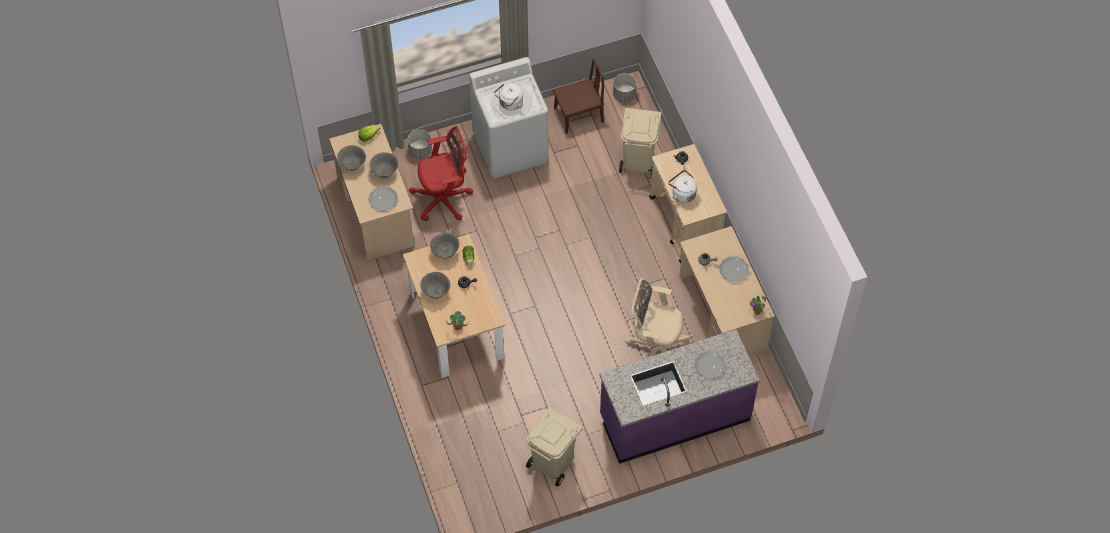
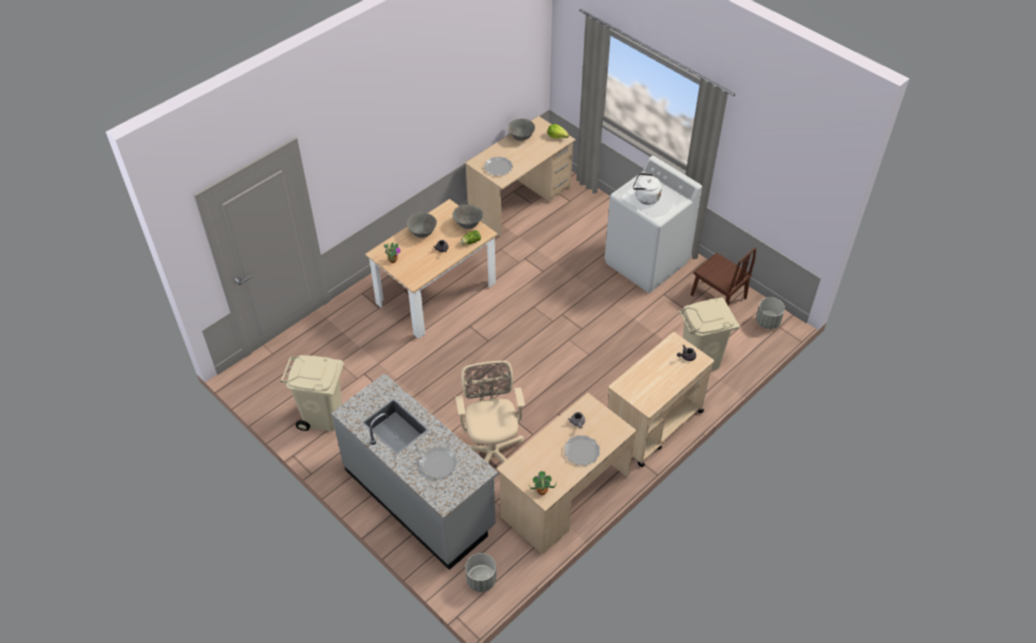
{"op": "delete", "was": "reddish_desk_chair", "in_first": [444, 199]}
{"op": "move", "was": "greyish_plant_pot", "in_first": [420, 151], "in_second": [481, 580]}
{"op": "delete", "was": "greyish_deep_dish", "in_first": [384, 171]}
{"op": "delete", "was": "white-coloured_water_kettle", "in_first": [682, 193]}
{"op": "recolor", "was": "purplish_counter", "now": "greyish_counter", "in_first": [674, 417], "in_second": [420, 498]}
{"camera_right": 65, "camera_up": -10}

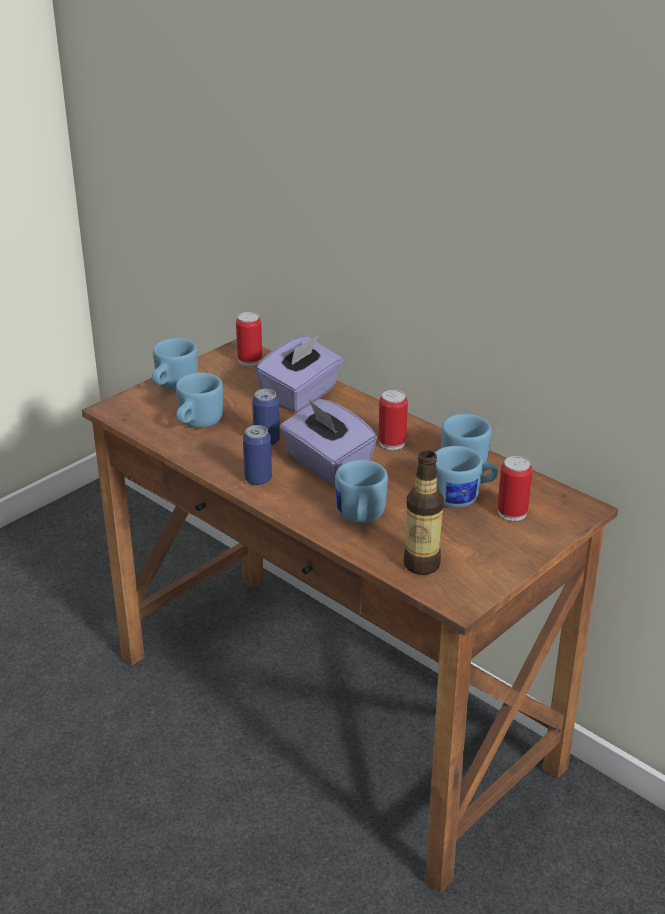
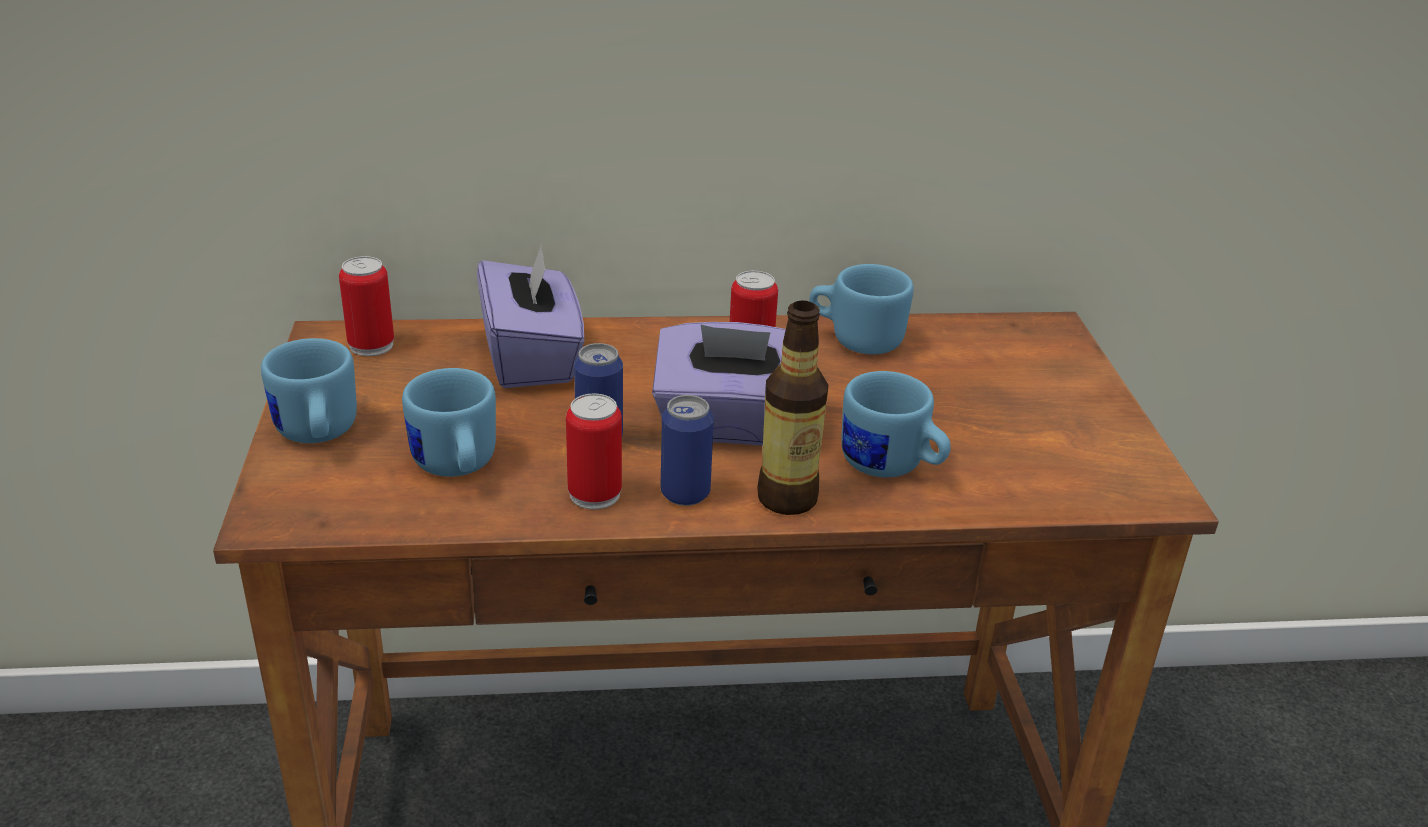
{"op": "delete", "was": "blue-coloured_coffee_mug", "in_first": [463, 498]}
{"op": "move", "was": "beverage_bottle", "in_first": [422, 565], "in_second": [787, 498]}
{"op": "move", "was": "metal_can", "in_first": [512, 512], "in_second": [594, 494]}
{"camera_right": -50, "camera_up": 0}

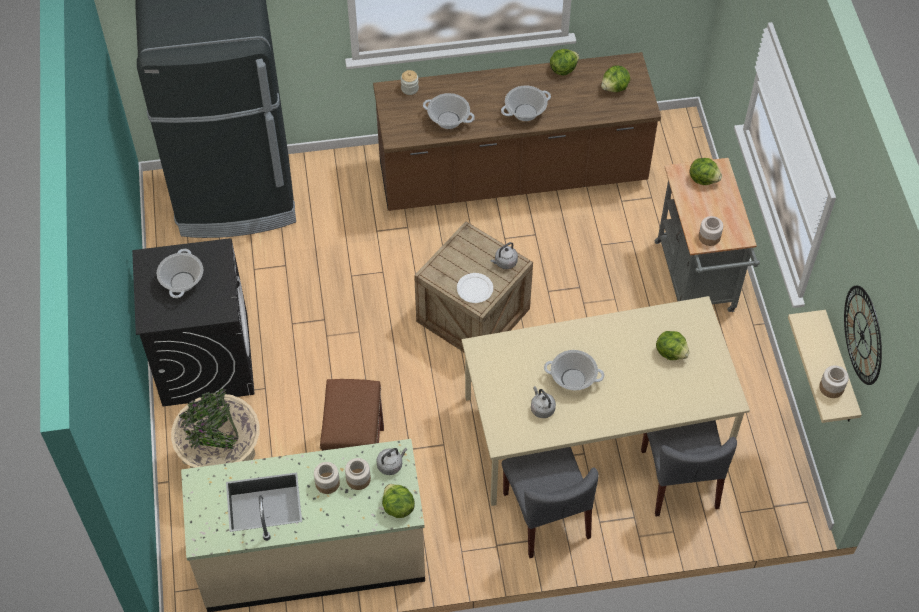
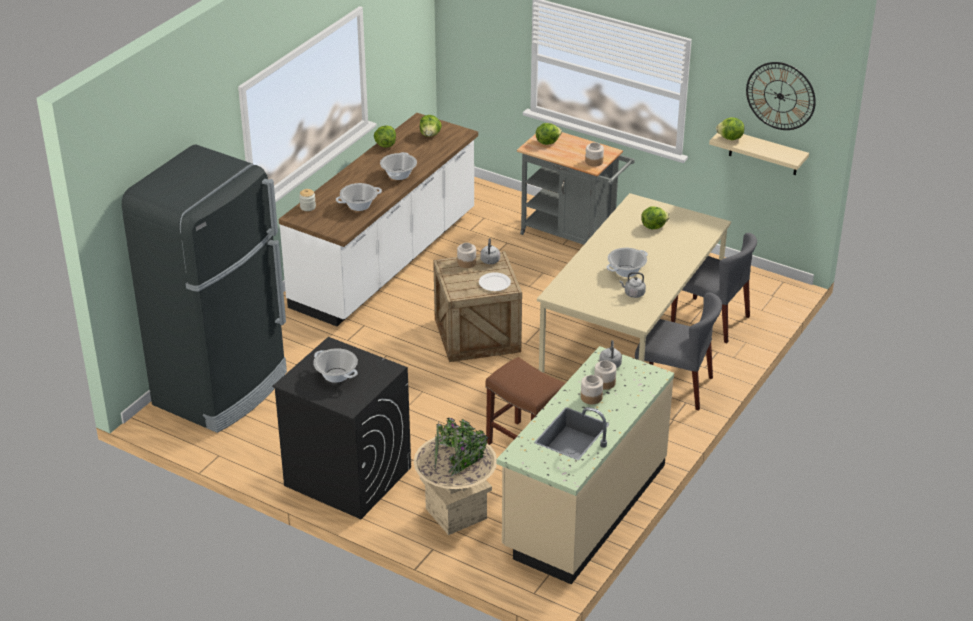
{"op": "recolor", "was": "brown-coloured_counter", "now": "white-coloured_counter", "in_first": [512, 175], "in_second": [386, 260]}
{"op": "move", "was": "jar", "in_first": [831, 387], "in_second": [466, 262]}
{"op": "move", "was": "head_of_lettuce", "in_first": [397, 507], "in_second": [730, 138]}
{"camera_right": -50, "camera_up": -20}

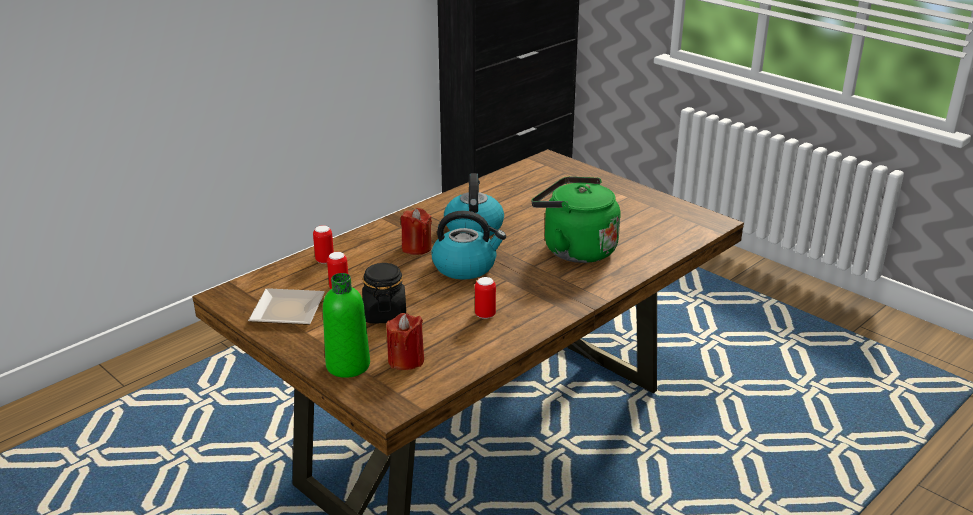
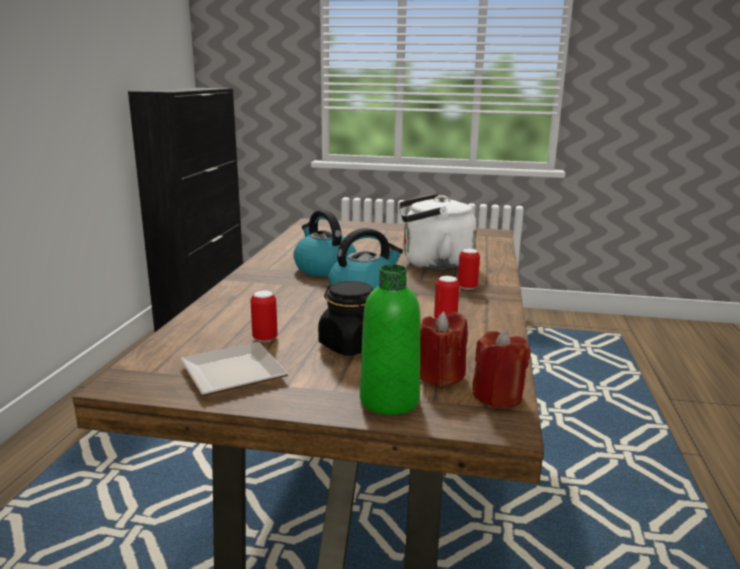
{"op": "recolor", "was": "green-coloured_water_kettle", "now": "white-coloured_water_kettle", "in_first": [575, 249], "in_second": [432, 264]}
{"op": "move", "was": "reddish_wax_candle", "in_first": [416, 248], "in_second": [497, 396]}
{"op": "move", "was": "metal_can", "in_first": [325, 260], "in_second": [467, 287]}
{"camera_right": -35, "camera_up": -10}

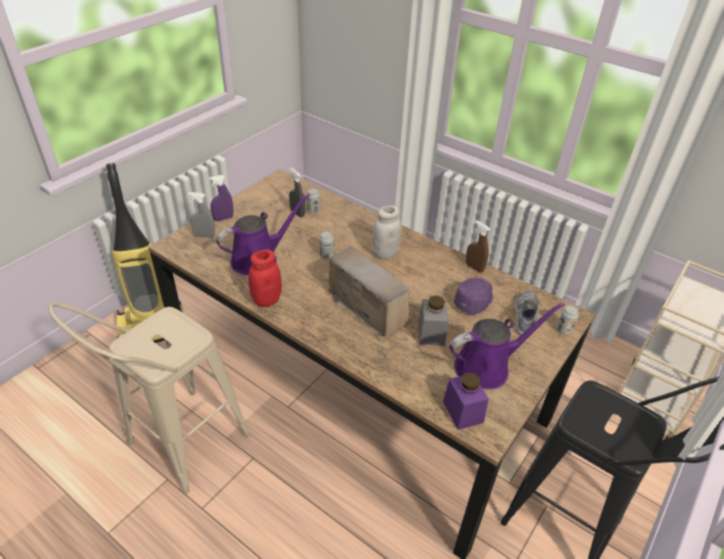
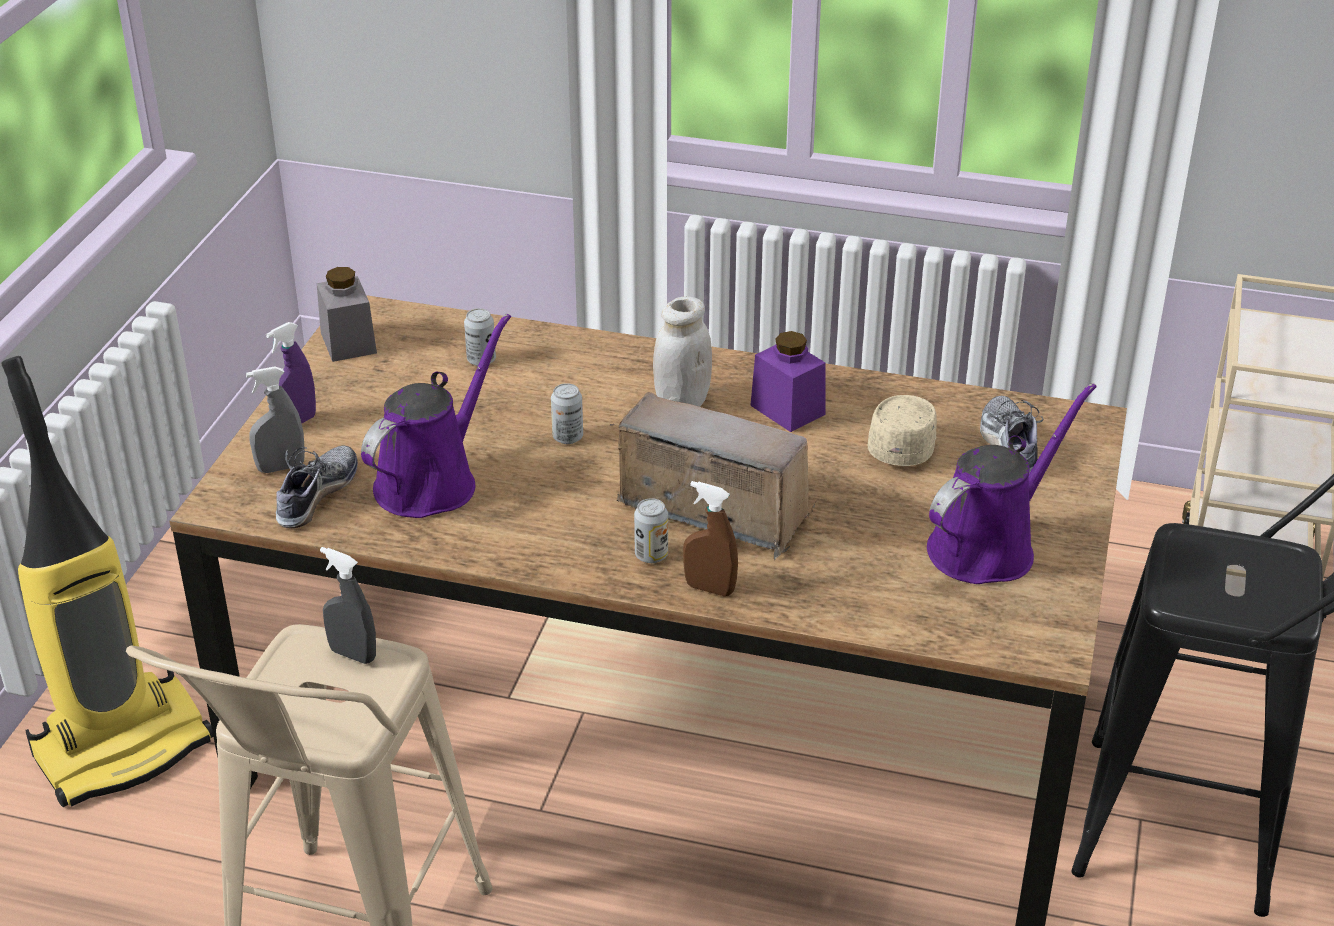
{"op": "move", "was": "greyish_spray_bottle", "in_first": [297, 213], "in_second": [353, 654]}
{"op": "move", "was": "brown-coloured_spray_bottle", "in_first": [474, 267], "in_second": [709, 588]}
{"op": "delete", "was": "reddish_jar", "in_first": [266, 300]}
{"op": "recolor", "was": "purplish_peaked_cap", "now": "beige_peaked_cap", "in_first": [474, 301], "in_second": [903, 444]}
{"op": "move", "was": "greyish_jar", "in_first": [431, 333], "in_second": [348, 342]}
{"op": "move", "was": "metal_can", "in_first": [564, 330], "in_second": [651, 555]}
{"op": "move", "was": "purplish_jar", "in_first": [463, 411], "in_second": [787, 410]}
{"op": "insert", "now": "item_of_footwear", "in_second": [316, 495]}
{"camera_right": -20, "camera_up": -5}

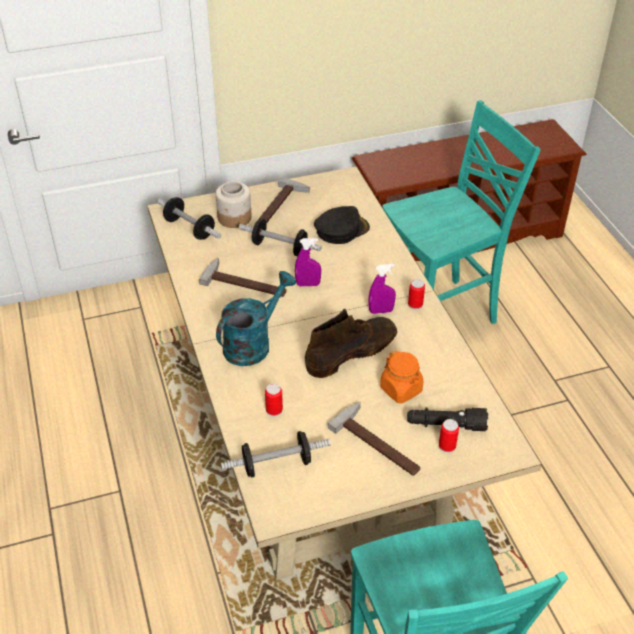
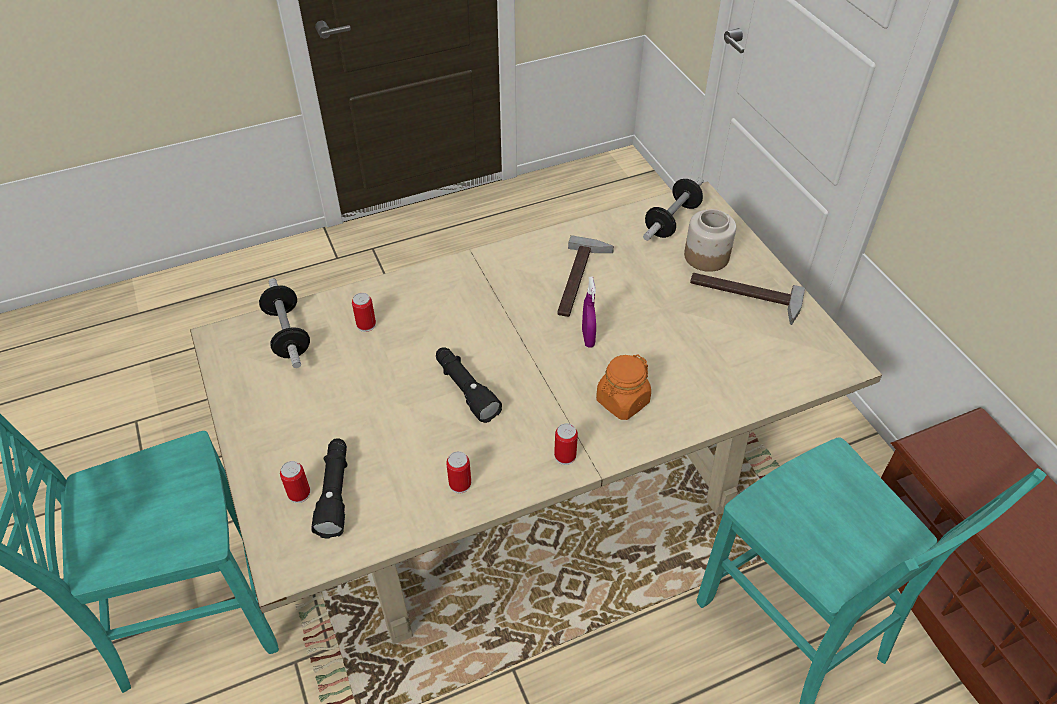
{"op": "delete", "was": "black_peaked_cap", "in_first": [341, 229]}
{"op": "delete", "was": "hand_weight", "in_first": [279, 247]}
{"op": "delete", "was": "purplish_spray_bottle", "in_first": [381, 311]}
{"op": "delete", "was": "blue-green_sprinkling_can", "in_first": [253, 343]}
{"op": "replace", "was": "brown-coloured_high-top_boot", "now": "black_flashlight", "in_first": [352, 351], "in_second": [465, 389]}
{"op": "move", "was": "orange-coloured_jar", "in_first": [401, 389], "in_second": [622, 401]}
{"op": "delete", "was": "hammer", "in_first": [380, 443]}
{"op": "insert", "now": "metal_can", "in_second": [460, 484]}
{"camera_right": 85, "camera_up": 5}

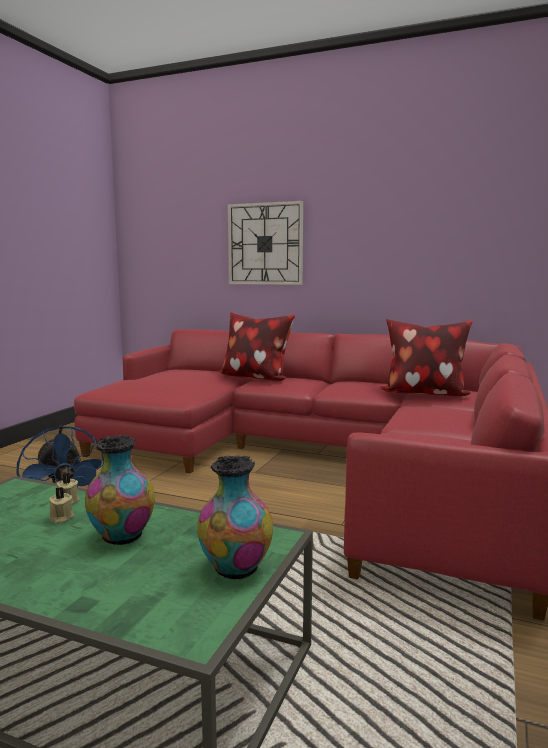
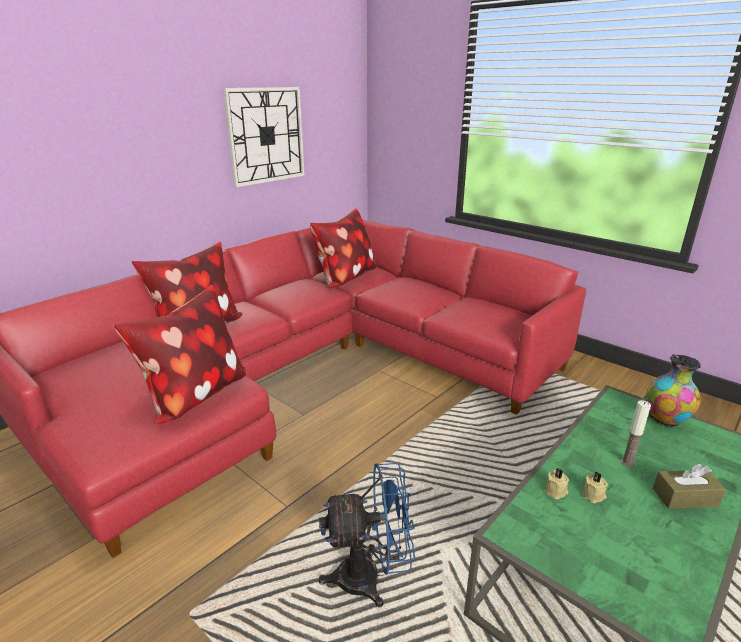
{"op": "move", "was": "clock_on_the_wall", "in_first": [265, 244], "in_second": [266, 135]}
{"op": "replace", "was": "vase", "now": "wax_candle", "in_first": [122, 537], "in_second": [627, 462]}
{"op": "insert", "now": "cushion", "in_second": [194, 395]}
{"op": "insert", "now": "brown-coloured_tissue_holder", "in_second": [685, 497]}
{"camera_right": -70, "camera_up": 15}

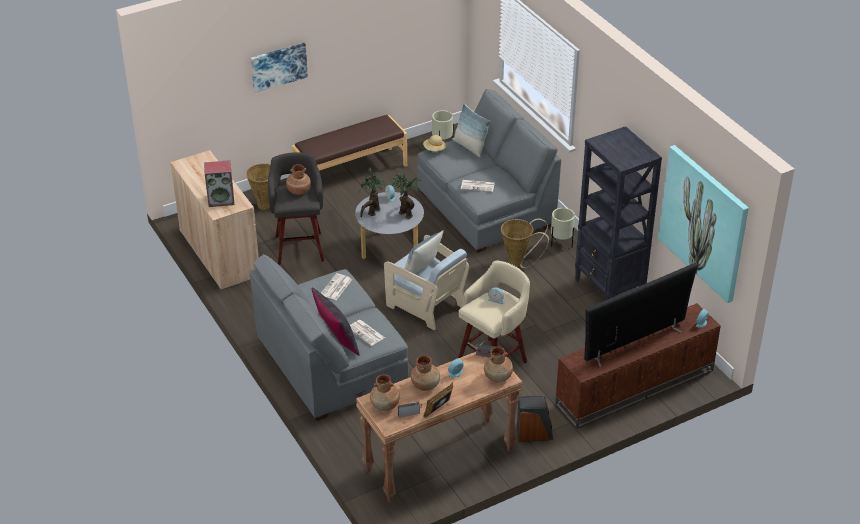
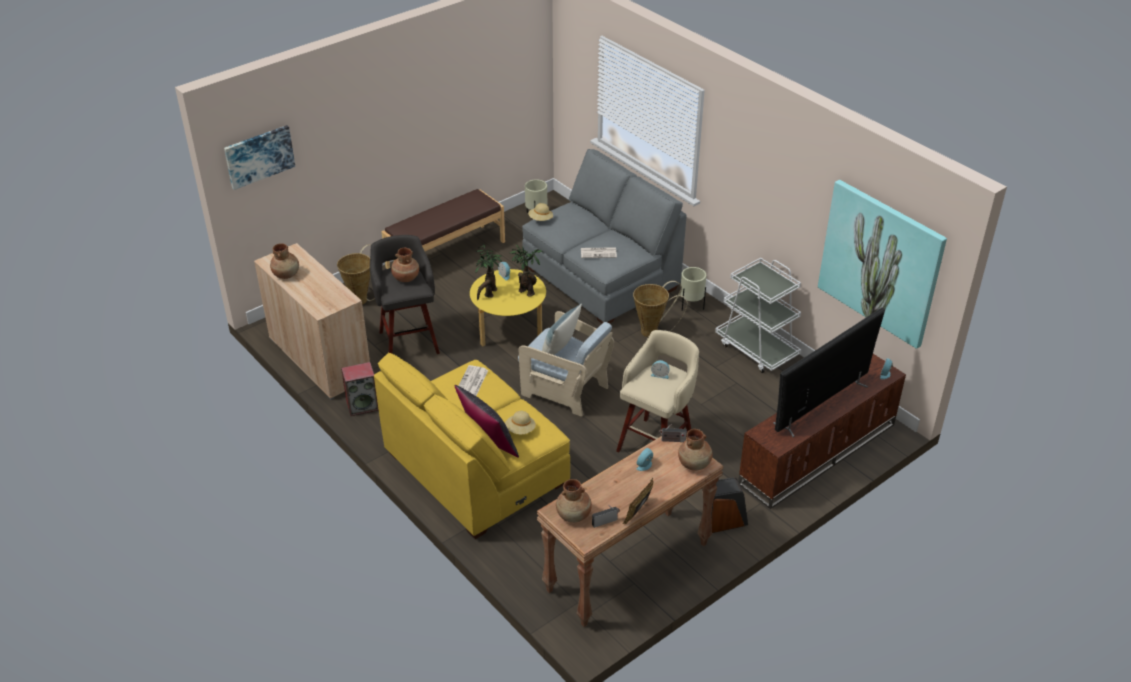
{"op": "move", "was": "wall_picture", "in_first": [278, 66], "in_second": [259, 156]}
{"op": "delete", "was": "cushion", "in_first": [470, 147]}
{"op": "replace", "was": "black_bookshelf", "now": "white-coloured_wheeled_cart", "in_first": [609, 289], "in_second": [756, 349]}
{"op": "move", "was": "speaker", "in_first": [221, 199], "in_second": [363, 405]}
{"op": "recolor", "was": "greyish_coffee_table", "now": "yellow_coffee_table", "in_first": [390, 248], "in_second": [509, 331]}
{"op": "recolor", "was": "greyish_couch", "now": "yellow_couch", "in_first": [332, 363], "in_second": [476, 468]}
{"op": "replace", "was": "newspaper", "now": "beige_hat", "in_first": [366, 333], "in_second": [520, 430]}
{"op": "move", "was": "brown-coloured_vase", "in_first": [425, 385], "in_second": [286, 274]}
{"camera_right": -10, "camera_up": 0}

